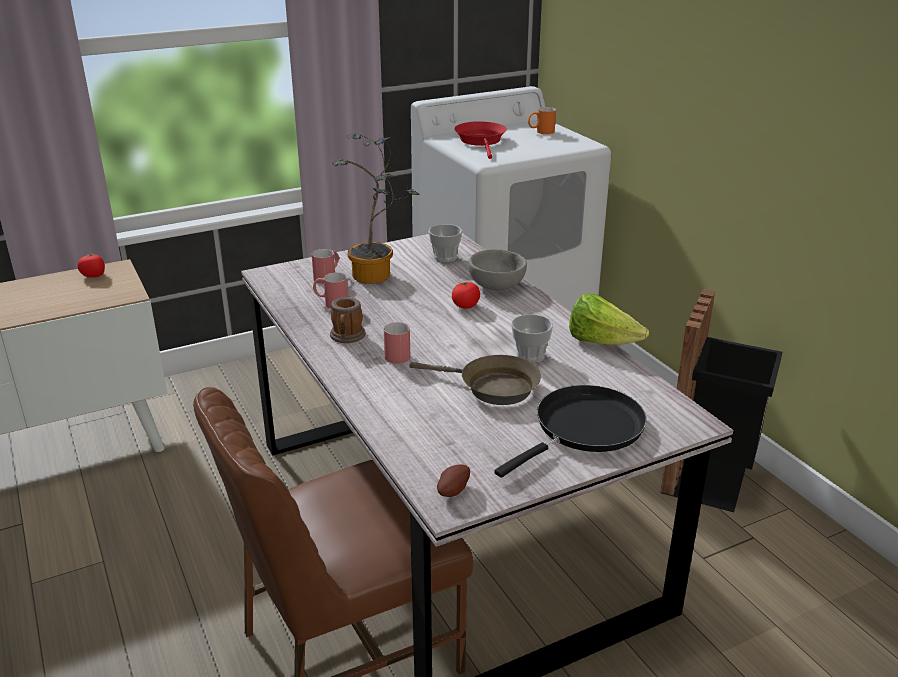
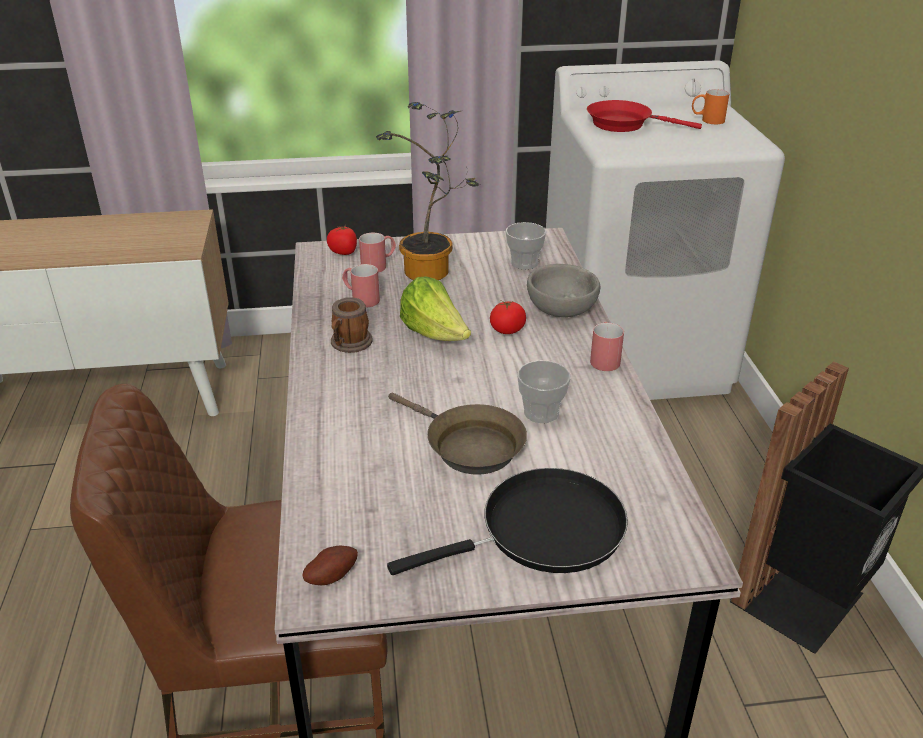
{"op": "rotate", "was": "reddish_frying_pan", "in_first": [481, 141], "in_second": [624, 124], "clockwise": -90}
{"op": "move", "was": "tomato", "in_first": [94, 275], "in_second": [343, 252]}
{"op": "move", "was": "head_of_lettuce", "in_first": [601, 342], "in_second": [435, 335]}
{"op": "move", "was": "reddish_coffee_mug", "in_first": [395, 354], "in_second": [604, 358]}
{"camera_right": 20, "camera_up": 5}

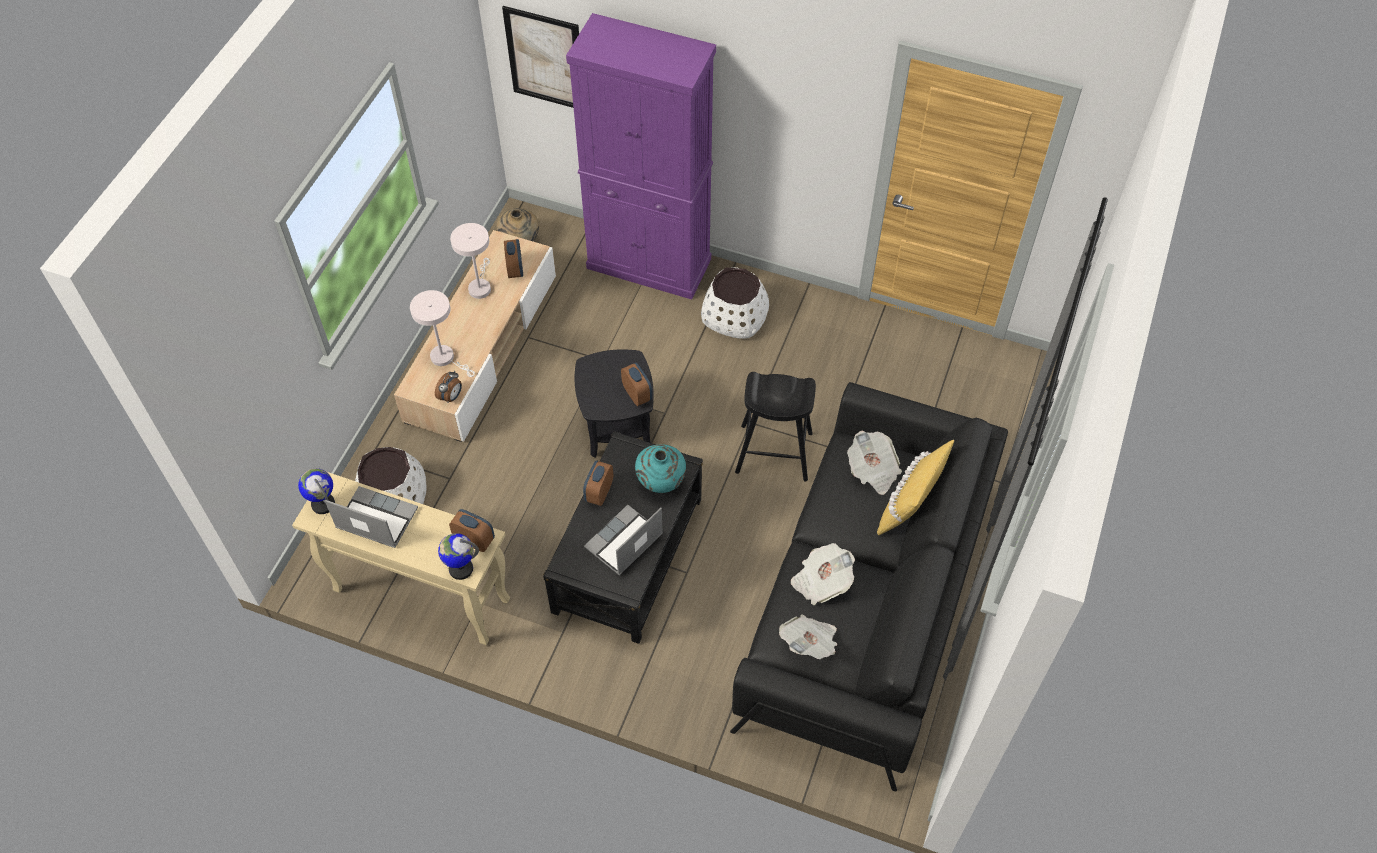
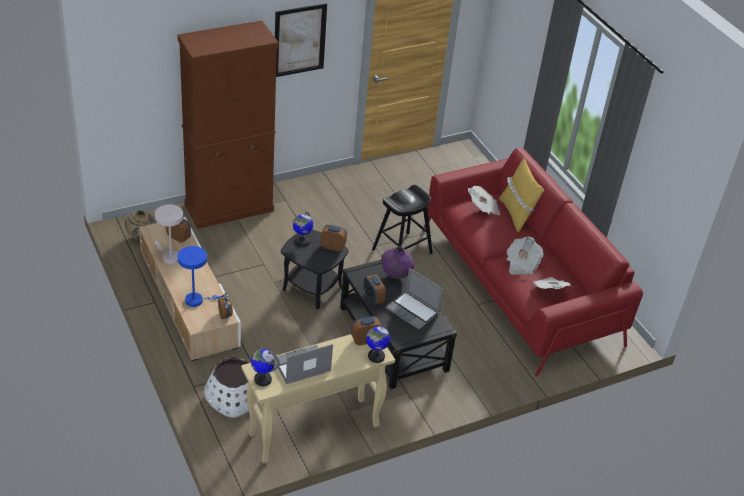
{"op": "move", "was": "wall_picture", "in_first": [545, 58], "in_second": [299, 40]}
{"op": "recolor", "was": "purplish_storage_cabinet", "now": "brown-coloured_storage_cabinet", "in_first": [649, 264], "in_second": [229, 207]}
{"op": "delete", "was": "white-coloured_plant_pot", "in_first": [734, 315]}
{"op": "recolor", "was": "white-coloured_lamp_for_a_table", "now": "blue-coloured_lamp_for_a_table", "in_first": [446, 358], "in_second": [197, 300]}
{"op": "recolor", "was": "black_couch", "now": "reddish_couch", "in_first": [866, 601], "in_second": [520, 284]}
{"op": "recolor", "was": "blue-green_vase", "now": "purplish_vase", "in_first": [661, 482], "in_second": [395, 275]}
{"op": "rotate", "was": "portable_computer", "in_first": [624, 542], "in_second": [413, 311], "clockwise": -45}
{"op": "insert", "now": "desk_globe", "in_second": [302, 241]}
{"camera_right": -50, "camera_up": -15}

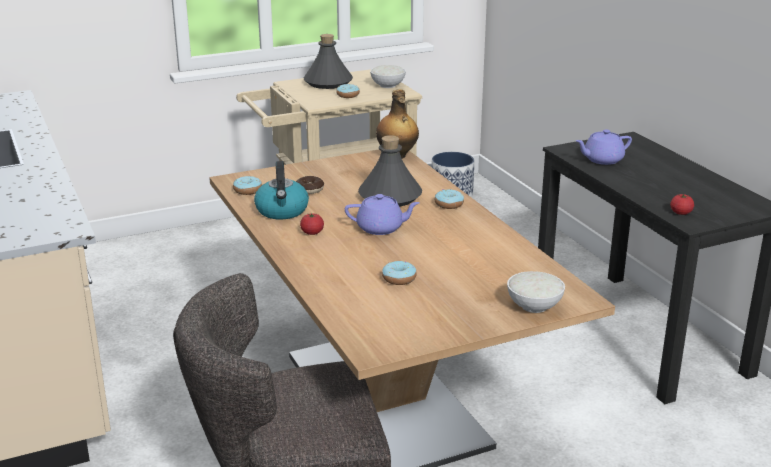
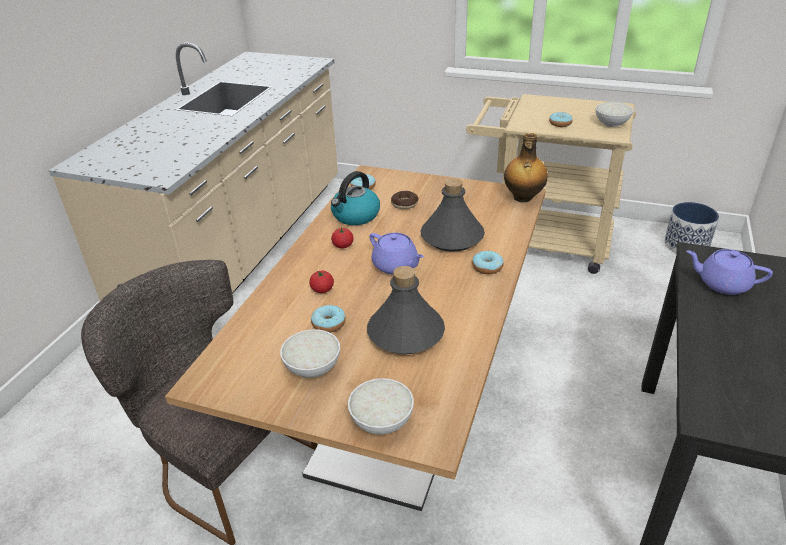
{"op": "move", "was": "greyish_beverage_bottle", "in_first": [328, 82], "in_second": [406, 333]}
{"op": "move", "was": "tomato", "in_first": [681, 213], "in_second": [322, 290]}
{"op": "insert", "now": "white-coloured_deep_dish", "in_second": [312, 367]}
{"camera_right": 45, "camera_up": 10}

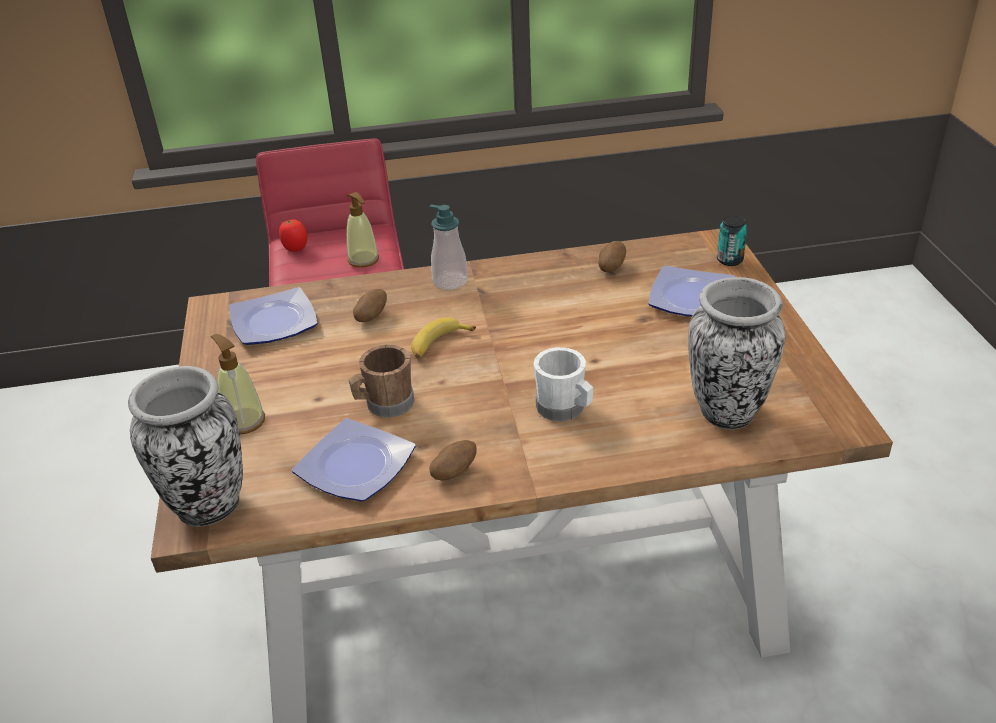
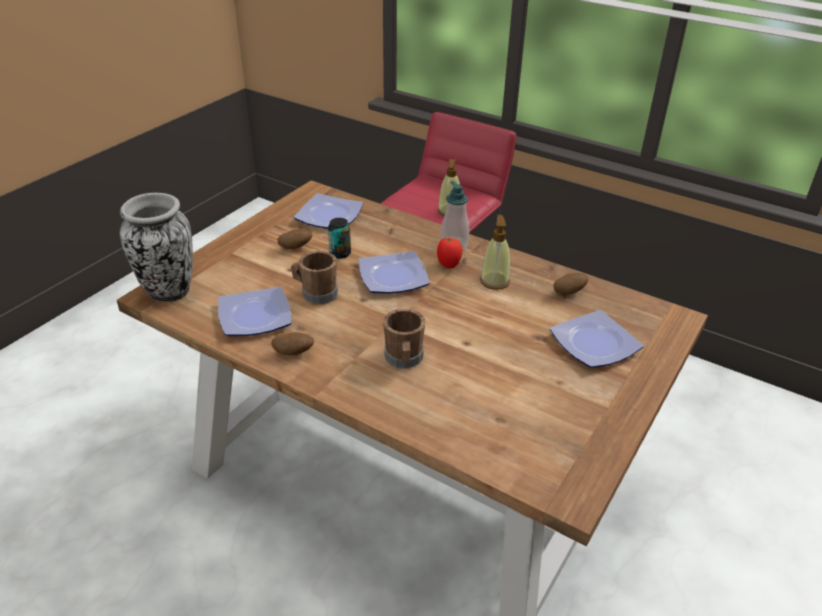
{"op": "move", "was": "metal_can", "in_first": [729, 260], "in_second": [340, 253]}
{"op": "move", "was": "tomato", "in_first": [295, 248], "in_second": [448, 264]}
{"op": "delete", "was": "vase", "in_first": [727, 412]}
{"op": "move", "was": "whole_potato", "in_first": [371, 317], "in_second": [295, 247]}
{"op": "replace", "was": "banana", "now": "flat_dish", "in_first": [438, 344], "in_second": [392, 278]}
{"op": "move", "was": "soap_dispenser", "in_first": [244, 421], "in_second": [494, 281]}
{"op": "recolor", "was": "white-coloured_coffee_mug", "now": "brown-coloured_coffee_mug", "in_first": [564, 409], "in_second": [404, 359]}
{"camera_right": 40, "camera_up": 0}

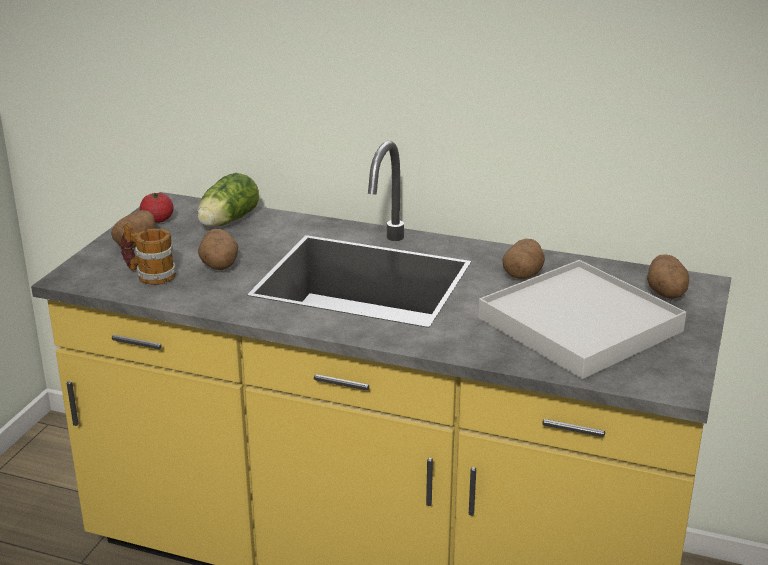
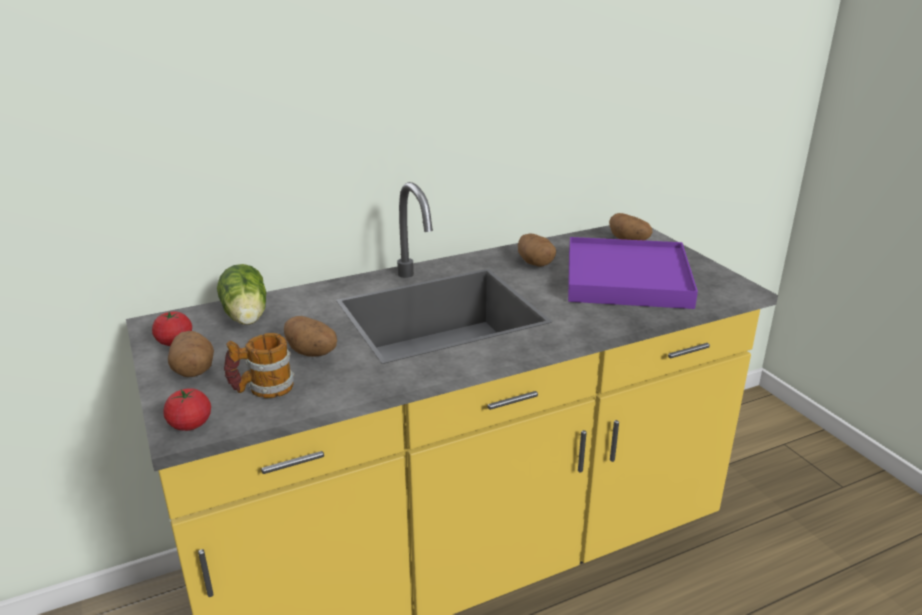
{"op": "recolor", "was": "white-coloured_carrying_tray", "now": "purplish_carrying_tray", "in_first": [579, 324], "in_second": [626, 278]}
{"op": "insert", "now": "tomato", "in_second": [190, 424]}
{"camera_right": -45, "camera_up": 0}

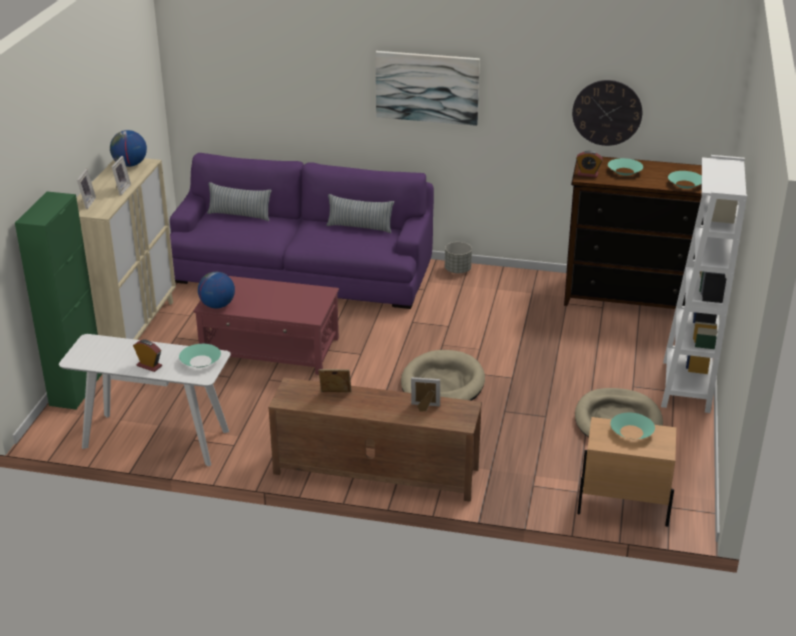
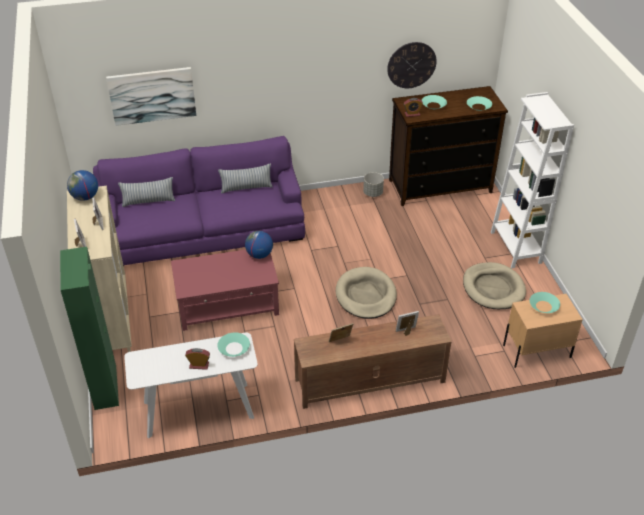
{"op": "move", "was": "wall_picture", "in_first": [427, 87], "in_second": [152, 95]}
{"op": "move", "was": "greyish_plant_pot", "in_first": [458, 270], "in_second": [373, 193]}
{"op": "move", "was": "desk_globe", "in_first": [217, 305], "in_second": [259, 255]}
{"camera_right": -25, "camera_up": 10}

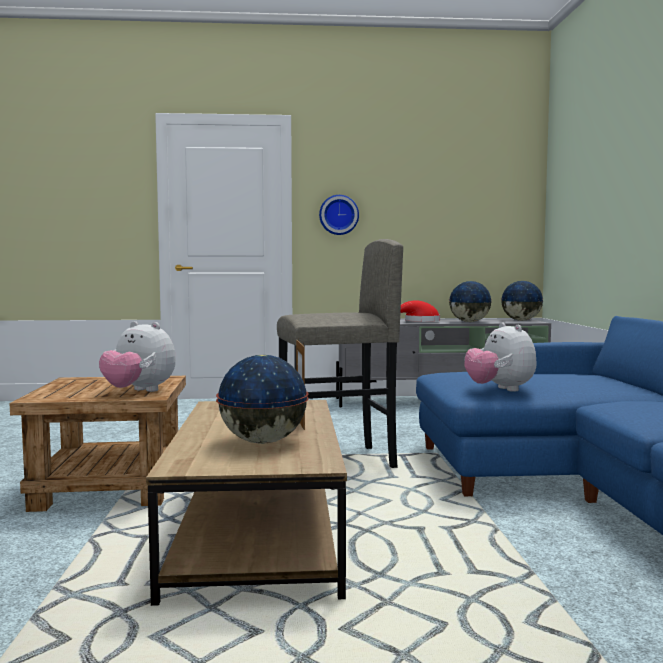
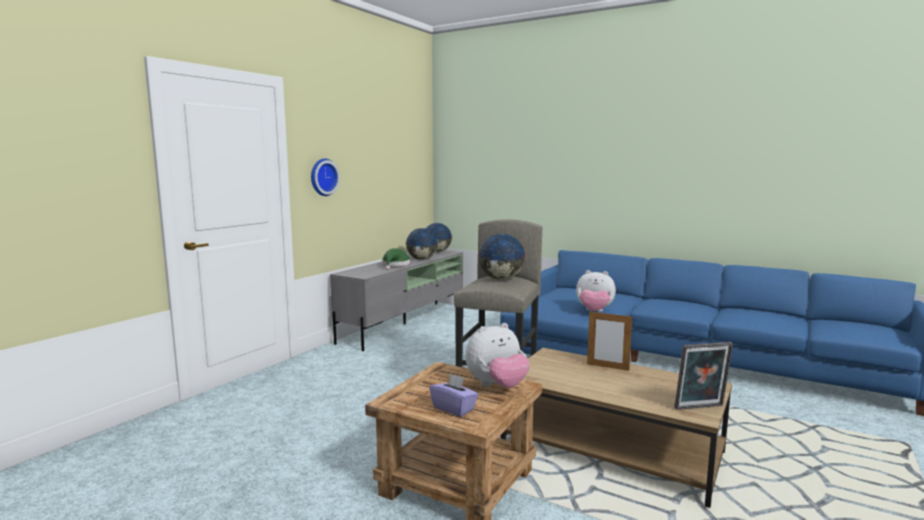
{"op": "recolor", "was": "reddish_hat", "now": "green-coloured_hat", "in_first": [419, 322], "in_second": [395, 265]}
{"op": "move", "was": "desk_globe", "in_first": [262, 442], "in_second": [500, 279]}
{"op": "insert", "now": "standing_frame", "in_second": [700, 408]}
{"op": "insert", "now": "purplish_tissue_holder", "in_second": [454, 408]}
{"camera_right": -55, "camera_up": 5}

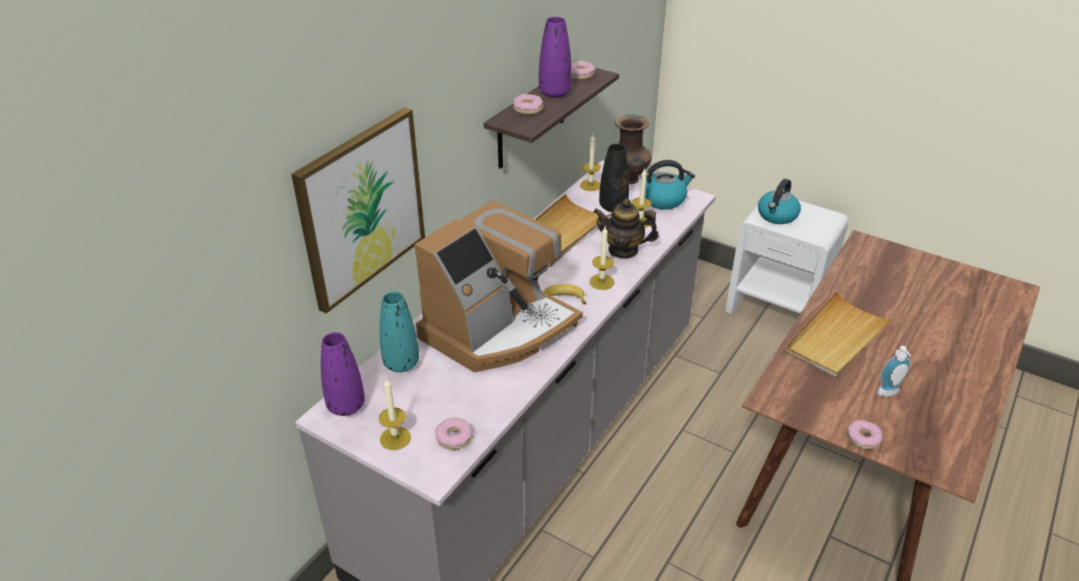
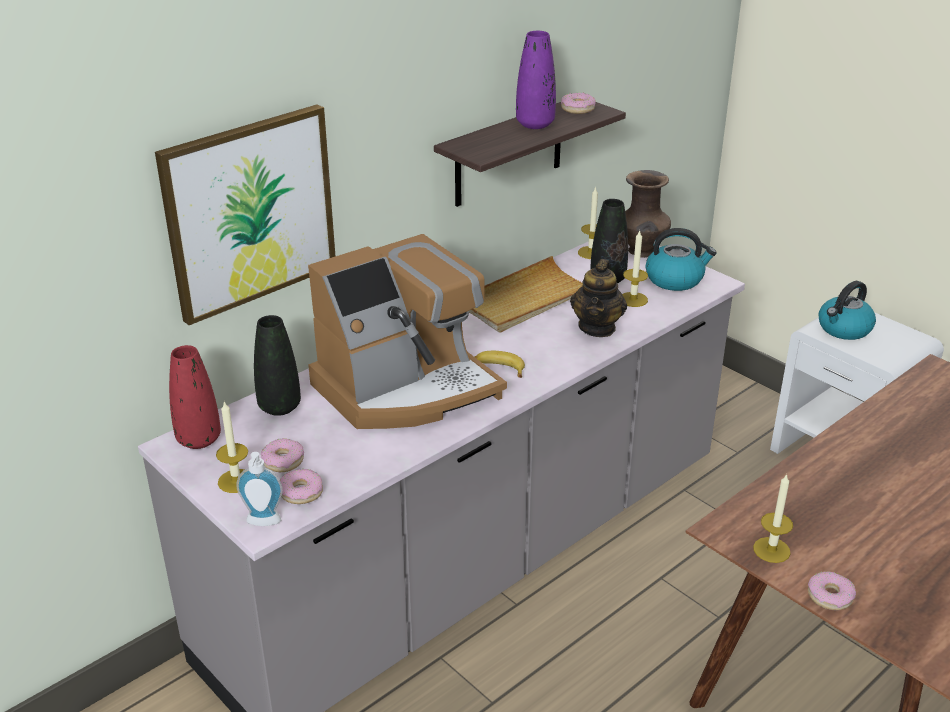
{"op": "move", "was": "donut", "in_first": [528, 109], "in_second": [283, 461]}
{"op": "rotate", "was": "teapot", "in_first": [623, 250], "in_second": [597, 327], "clockwise": -105}
{"op": "move", "was": "wax_candle", "in_first": [602, 282], "in_second": [771, 550]}
{"op": "delete", "was": "beige_carrying_tray", "in_first": [836, 338]}
{"op": "recolor", "was": "blue-green_vase", "now": "black_vase", "in_first": [401, 364], "in_second": [279, 407]}
{"op": "recolor", "was": "purplish_vase", "now": "reddish_vase", "in_first": [346, 406], "in_second": [199, 440]}
{"op": "move", "was": "soap_dispenser", "in_first": [889, 394], "in_second": [263, 523]}
{"camera_right": 15, "camera_up": -5}

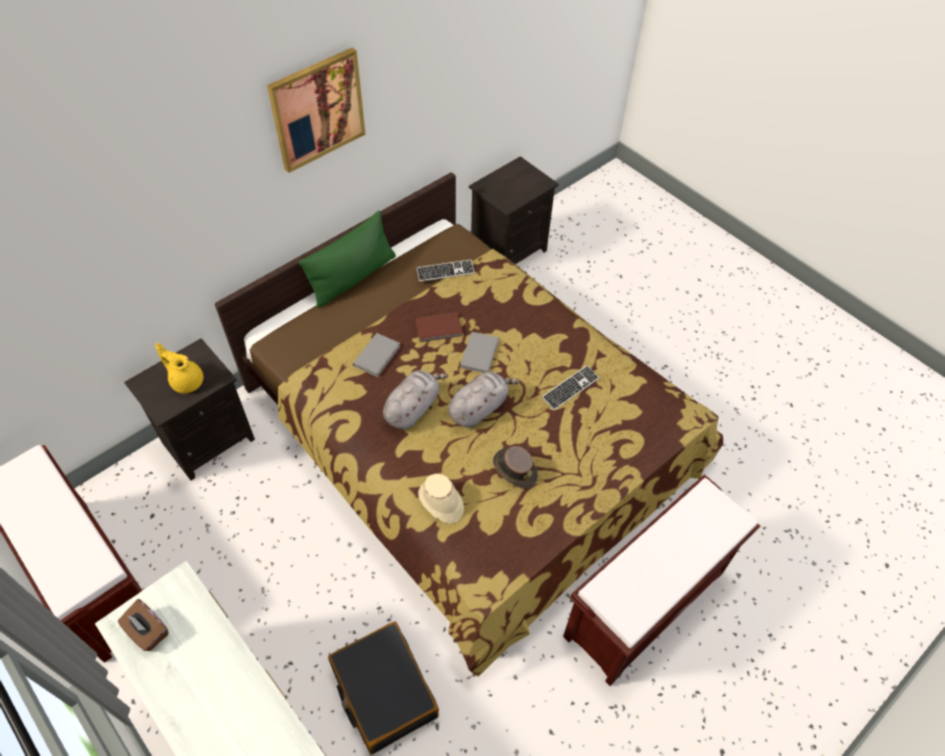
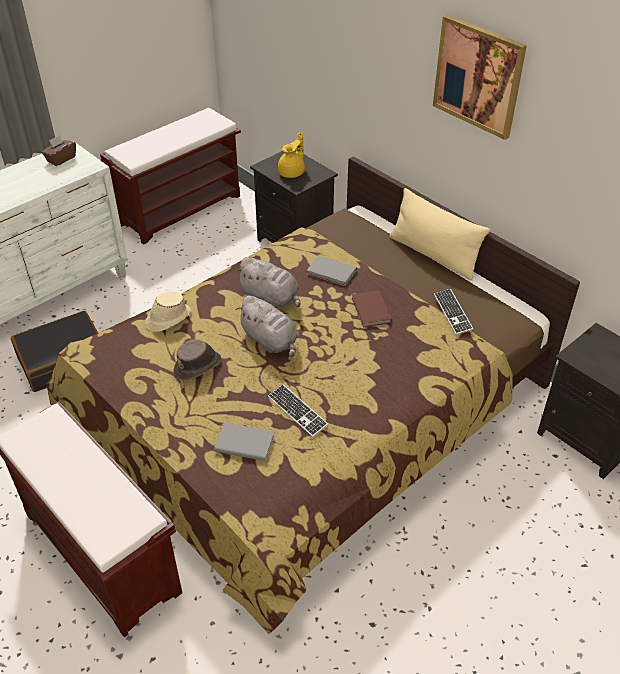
{"op": "recolor", "was": "green-coloured_cushion", "now": "beige_cushion", "in_first": [353, 278], "in_second": [433, 255]}
{"op": "move", "was": "greyish_bound_book", "in_first": [478, 354], "in_second": [244, 442]}
{"camera_right": 90, "camera_up": -10}

